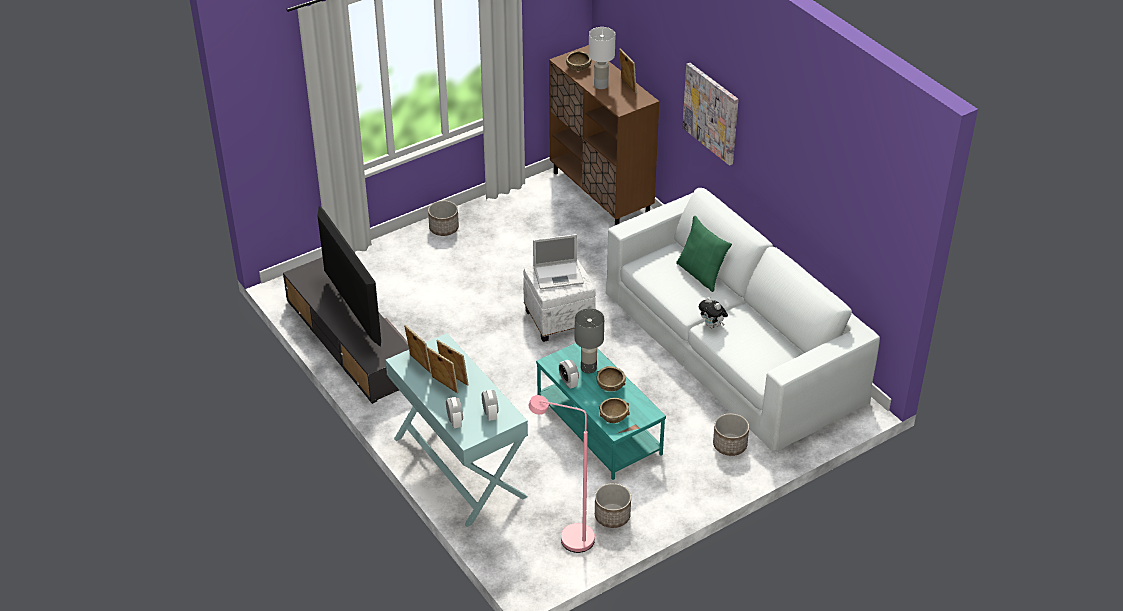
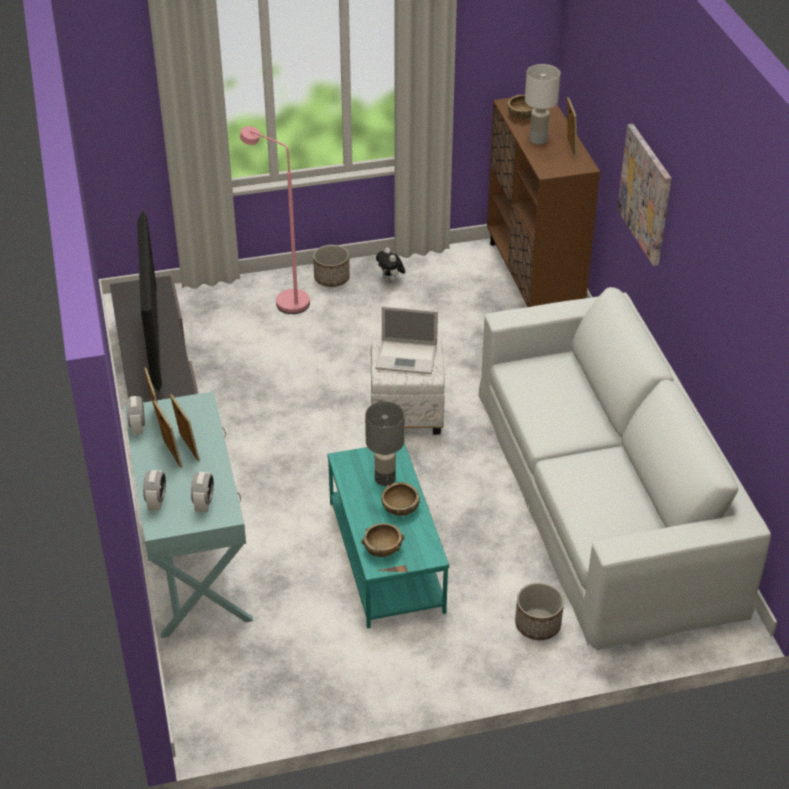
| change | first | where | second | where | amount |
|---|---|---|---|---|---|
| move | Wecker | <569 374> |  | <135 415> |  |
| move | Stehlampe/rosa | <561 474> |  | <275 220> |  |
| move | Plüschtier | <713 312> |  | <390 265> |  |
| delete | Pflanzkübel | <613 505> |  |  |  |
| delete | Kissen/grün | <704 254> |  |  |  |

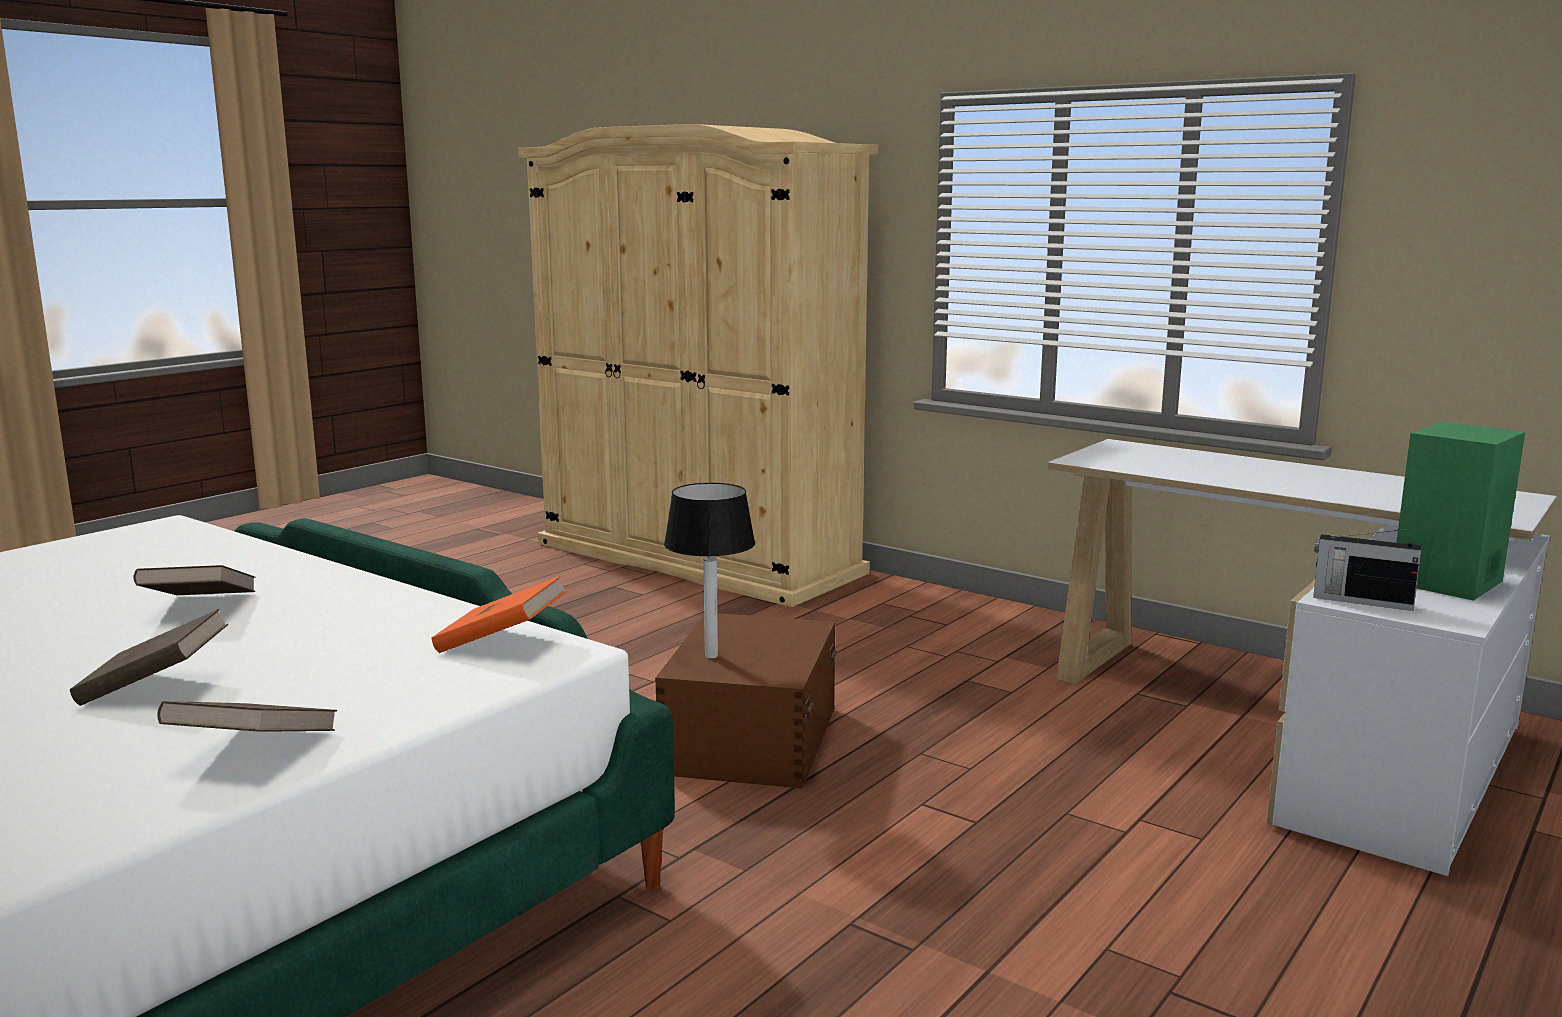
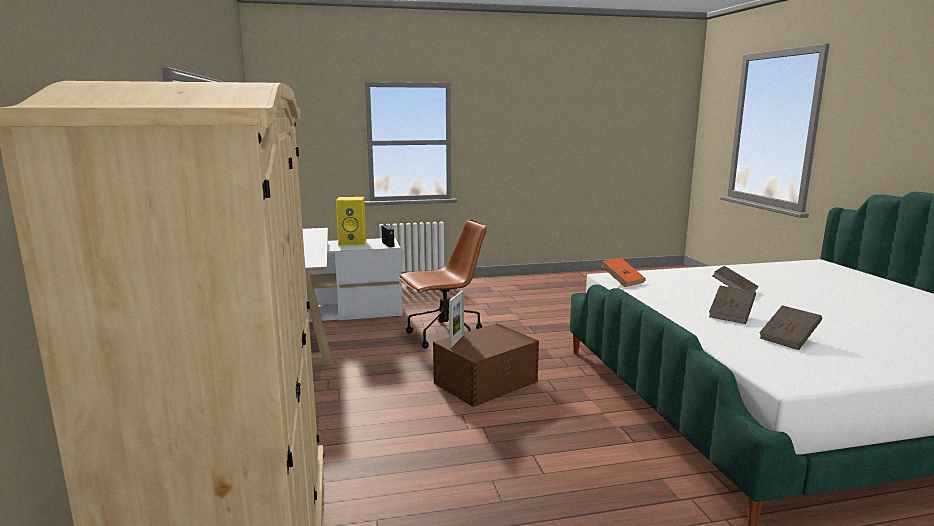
| change | first | where | second | where | amount |
|---|---|---|---|---|---|
| recolor | Lautsprecher/grün | <1460 511> | Lautsprecher/gelb | <351 221> |  |
| insert |  |  | Bürostuhl/braun | <442 284> |  |
| insert |  |  | Bilderrahmen | <456 319> |  |
| move | Buch/braun | <247 716> |  | <790 327> |  |
| delete | Tischlampe | <709 570> |  |  |  |

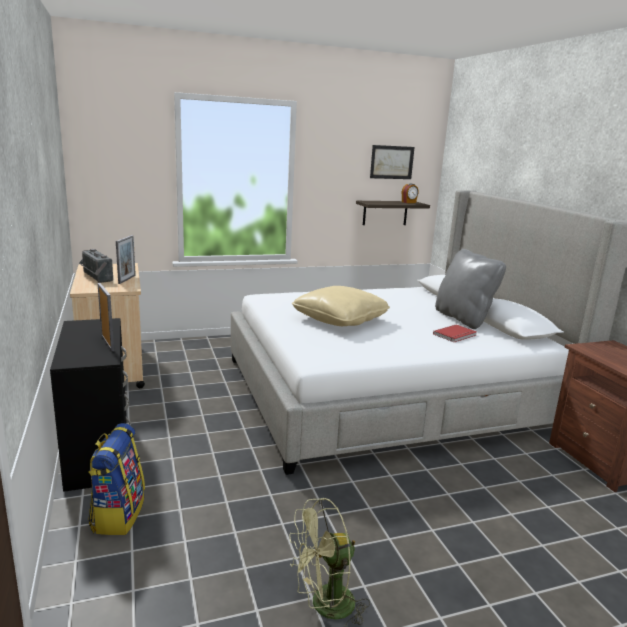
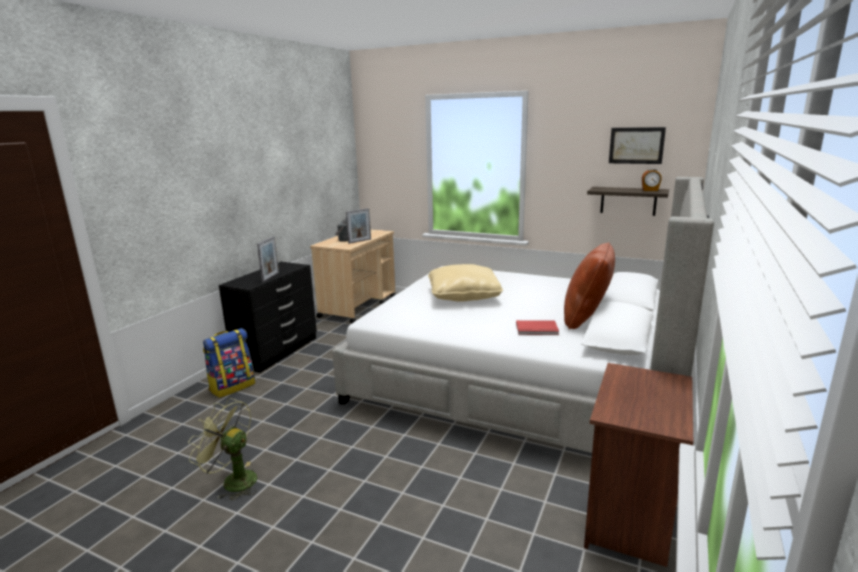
| change | first | where | second | where | amount |
|---|---|---|---|---|---|
| recolor | Kissen/grau | <470 289> | Kissen/braun | <589 286> |  |

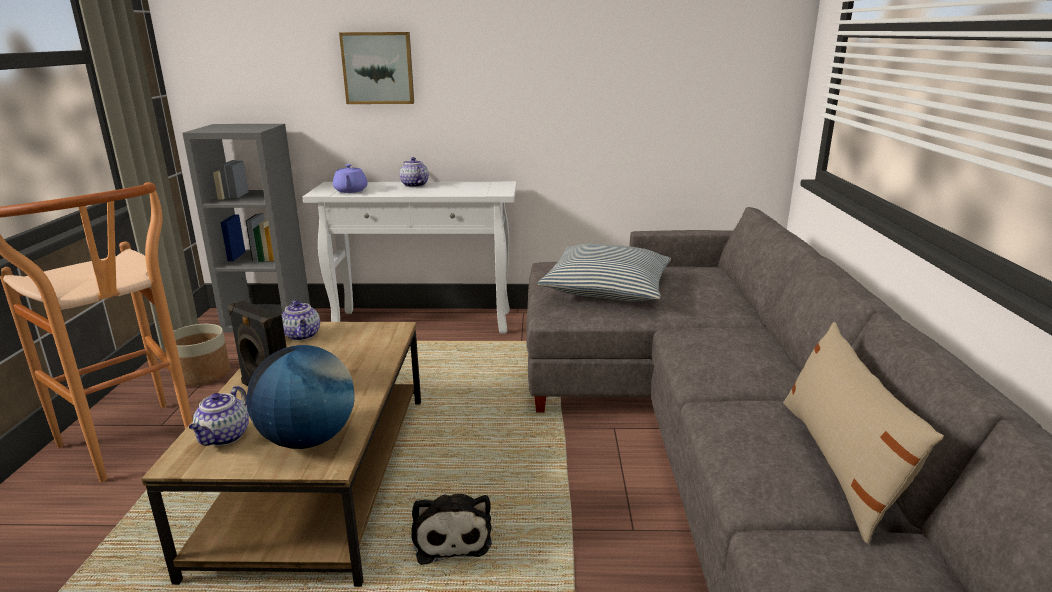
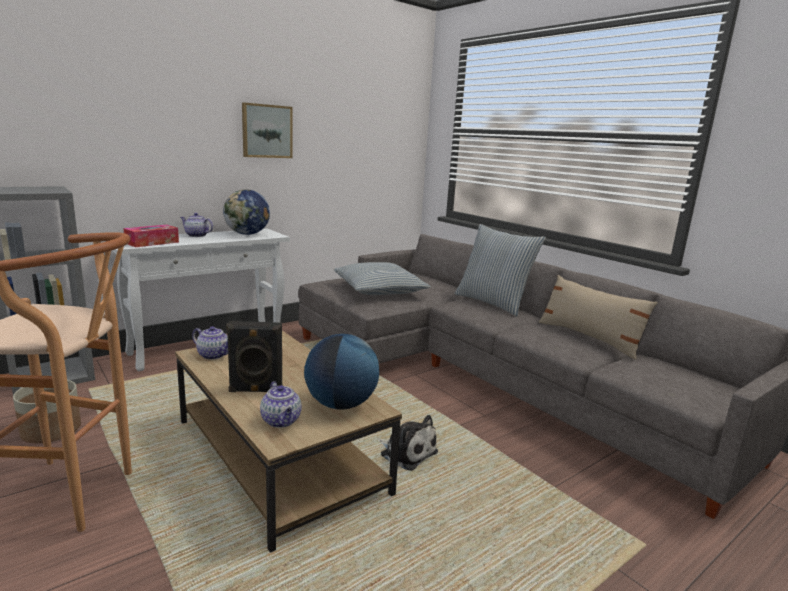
| change | first | where | second | where | amount |
|---|---|---|---|---|---|
| replace | Teekanne/lila | <350 178> | Taschentuchbox | <151 236> |  |
| insert |  |  | Globus | <246 212> |  |
| move | Bild | <376 68> |  | <267 130> |  |
| insert |  |  | Kissen | <500 270> |  |

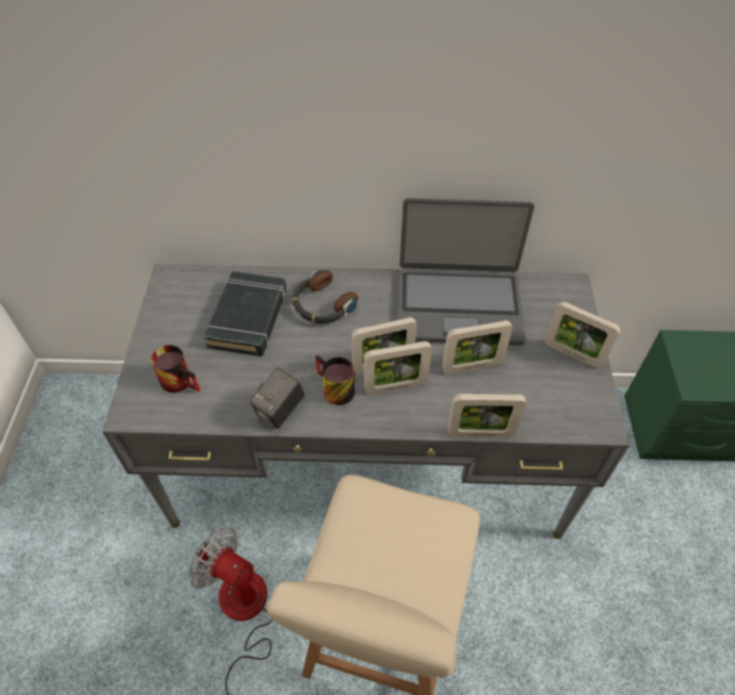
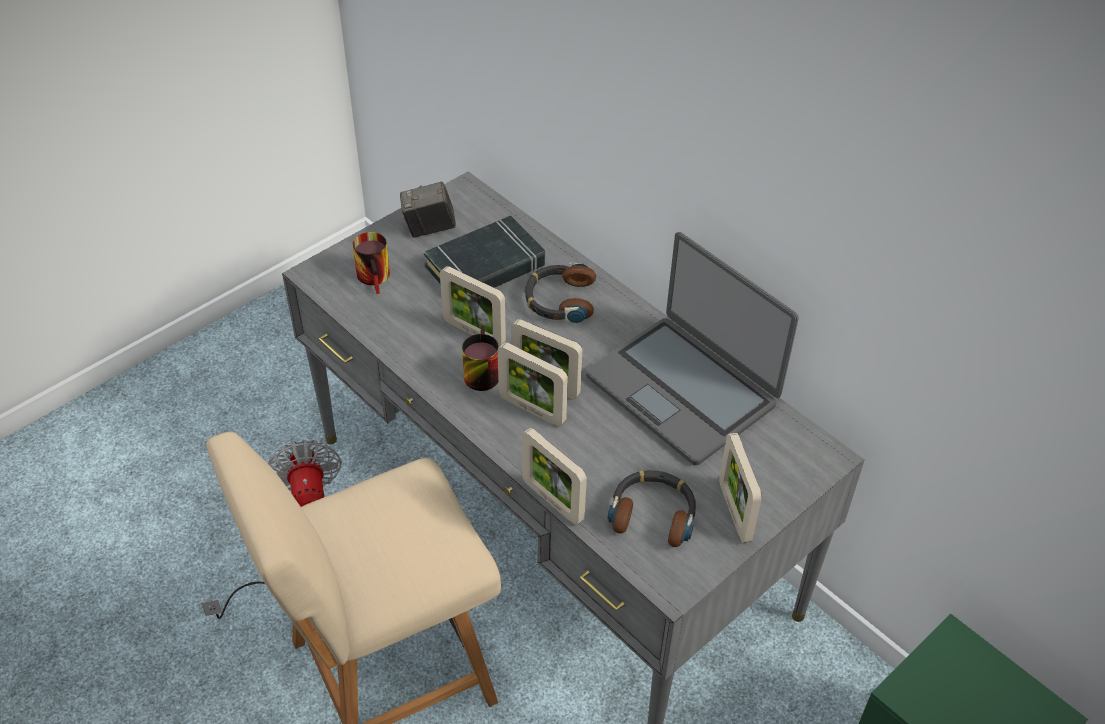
| change | first | where | second | where | amount |
|---|---|---|---|---|---|
| move | Kamera | <277 398> |  | <428 210> |  |
| move | Bilderrahmen | <477 347> |  | <473 306> |  |
| insert |  |  | Kopfhörer | <652 508> |  |

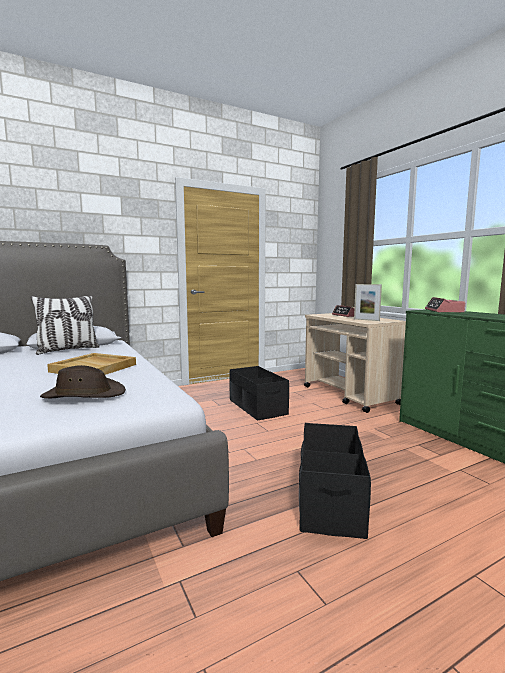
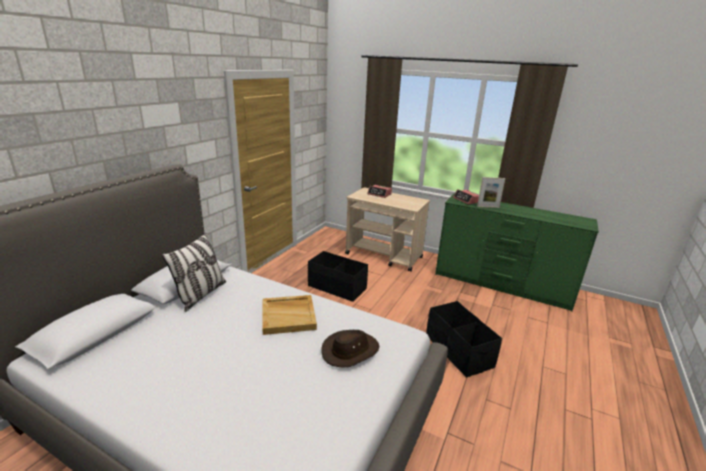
| change | first | where | second | where | amount |
|---|---|---|---|---|---|
| move | Bilderrahmen | <368 302> |  | <491 192> |  |

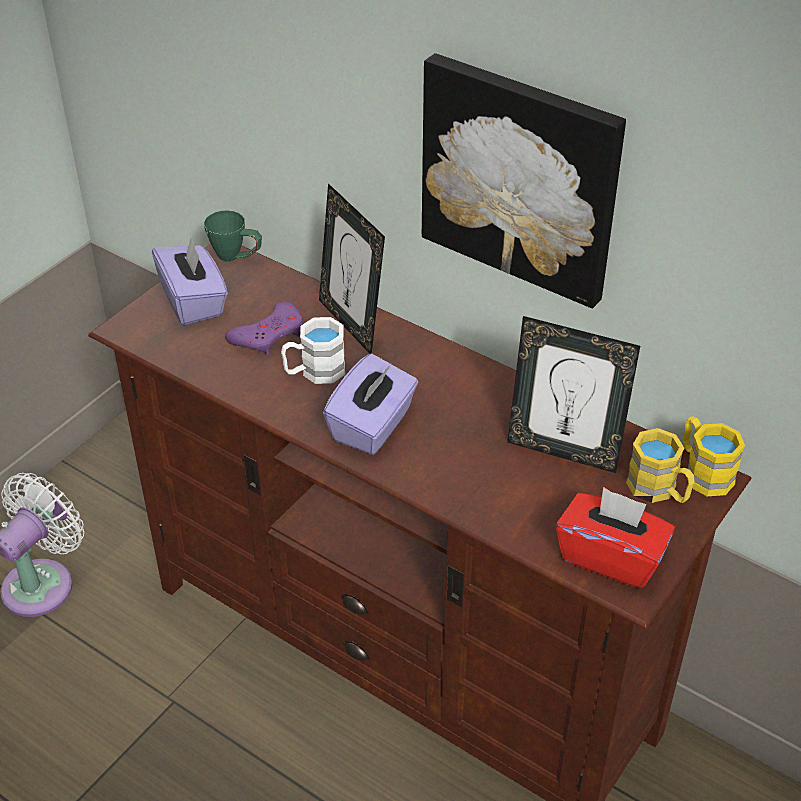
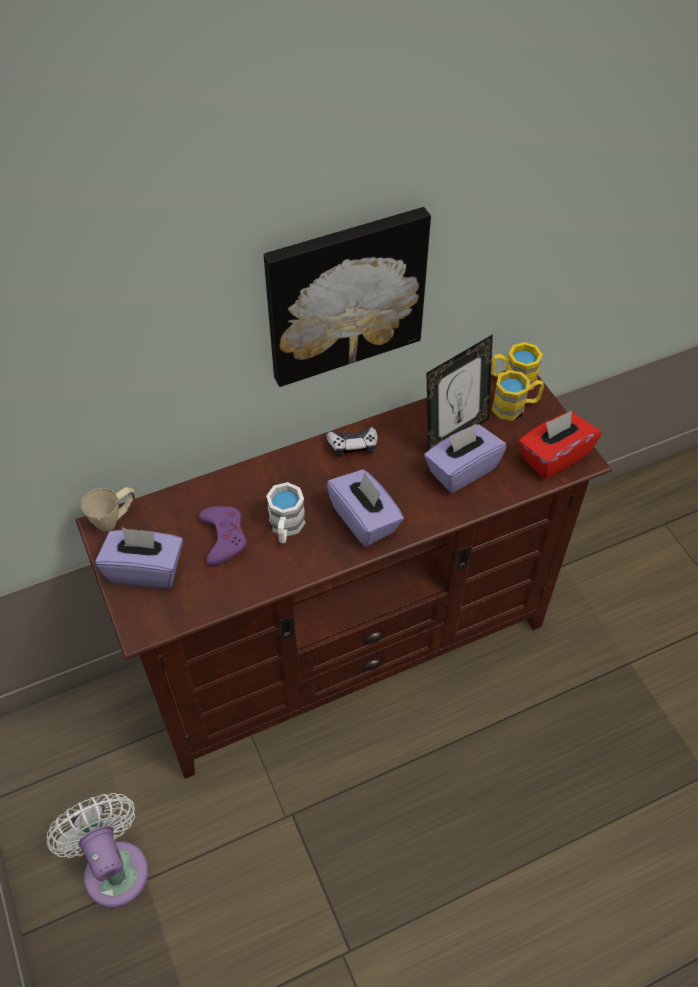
| change | first | where | second | where | amount |
|---|---|---|---|---|---|
| recolor | Henkelbecher/grün | <233 236> | Henkelbecher/beige | <108 509> |  |
| insert |  |  | Gamepad | <352 442> |  |
| insert |  |  | Taschentuchbox/lila | <465 458> |  |
| delete | Bilderrahmen | <352 268> |  |  |  |

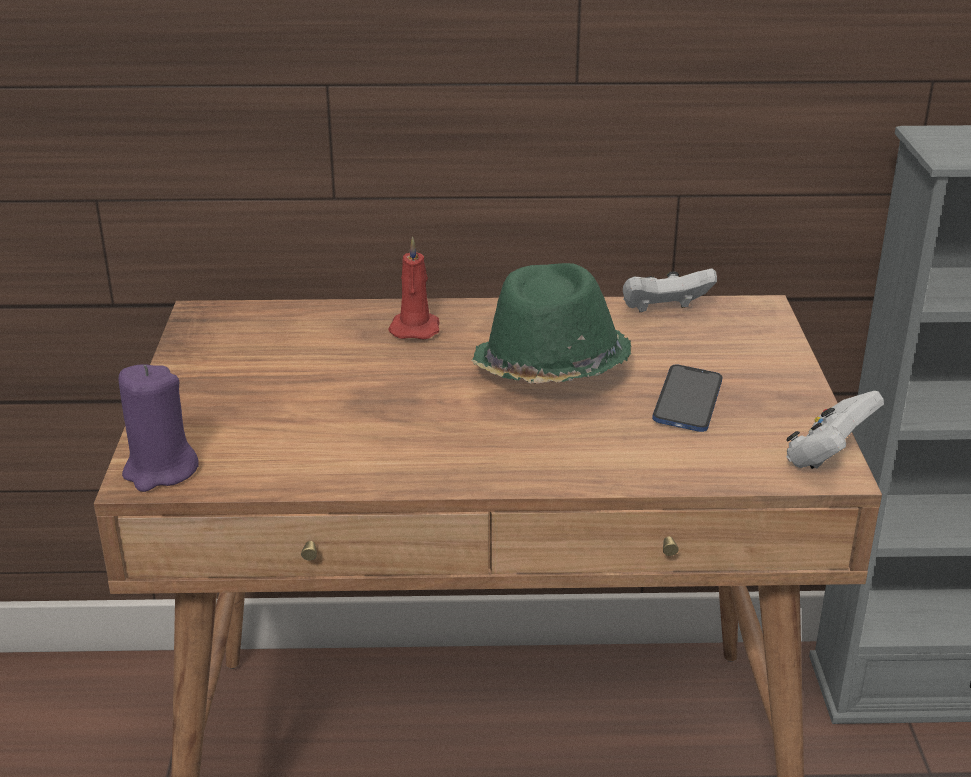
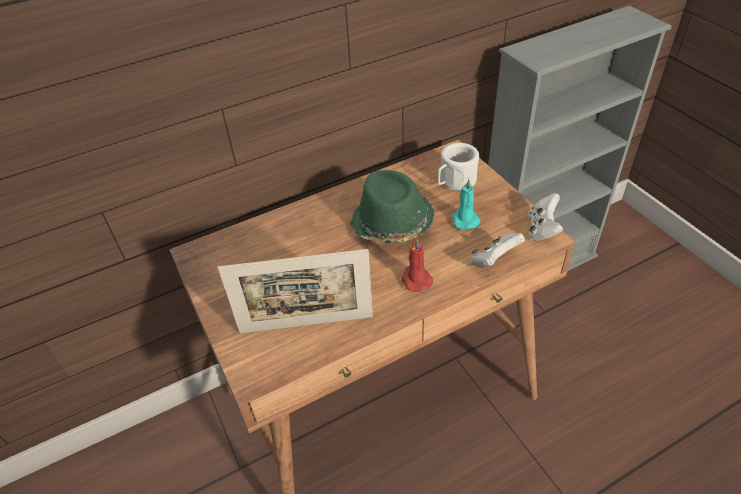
| change | first | where | second | where | amount |
|---|---|---|---|---|---|
| insert |  |  | Bilderrahmen | <295 291> |  |
| move | Kerze/rot | <414 288> |  | <417 265> |  |
| insert |  |  | Henkelbecher/weiß | <458 167> |  |
| replace | Handy | <687 398> | Kerze/türkis | <466 204> |  |
| move | Gamepad/weiß | <670 290> |  | <498 250> |  |
| delete | Kerze/lila | <159 428> |  |  |  |

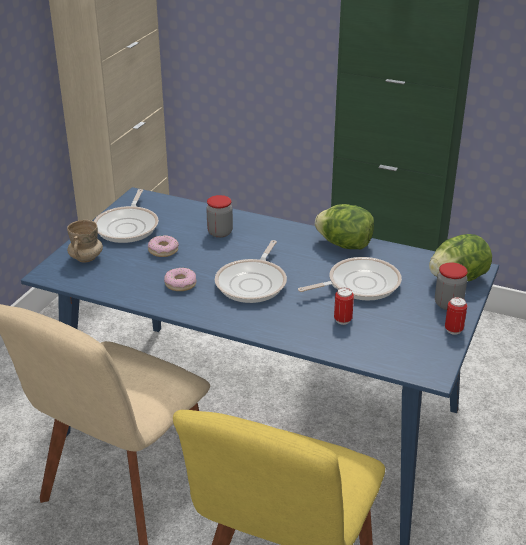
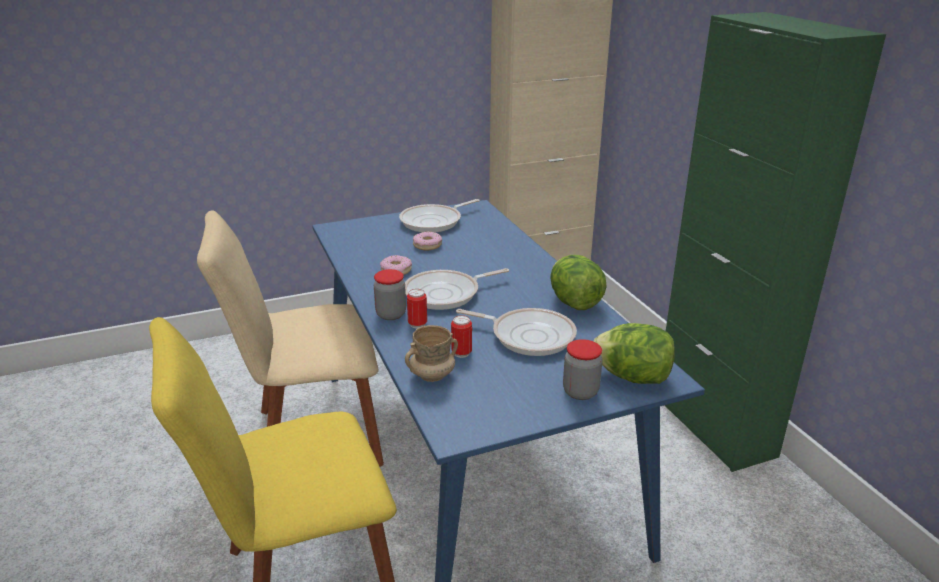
| change | first | where | second | where | amount |
|---|---|---|---|---|---|
| move | Vorratsglas | <219 216> |  | <390 294> |  |
| move | Henkelbecher/beige | <85 241> |  | <431 353> |  |
| move | Dose | <456 316> |  | <417 309> |  |

